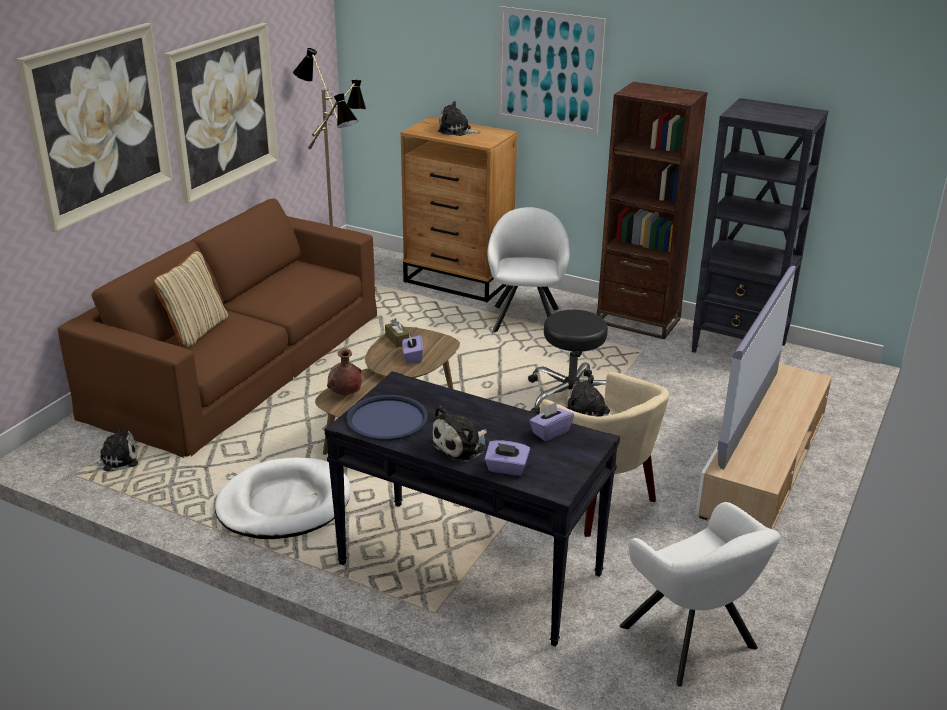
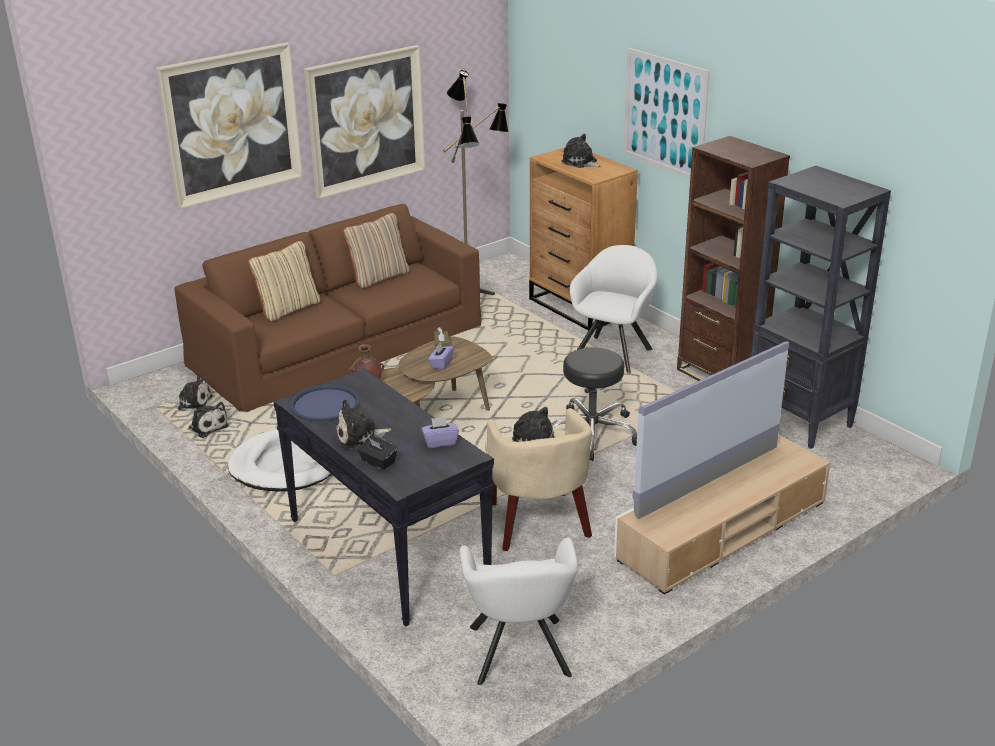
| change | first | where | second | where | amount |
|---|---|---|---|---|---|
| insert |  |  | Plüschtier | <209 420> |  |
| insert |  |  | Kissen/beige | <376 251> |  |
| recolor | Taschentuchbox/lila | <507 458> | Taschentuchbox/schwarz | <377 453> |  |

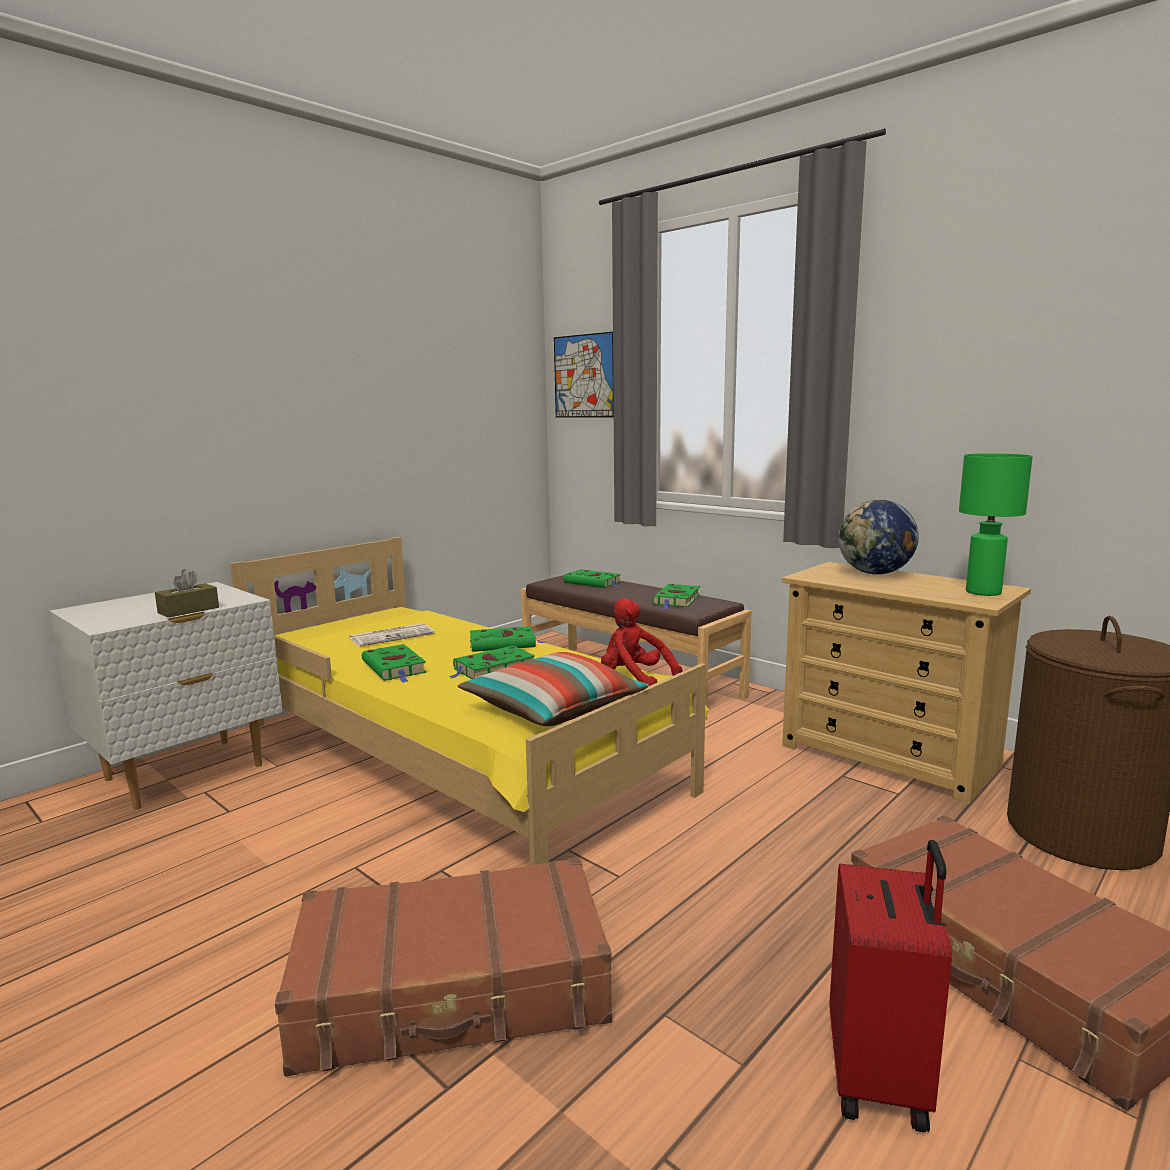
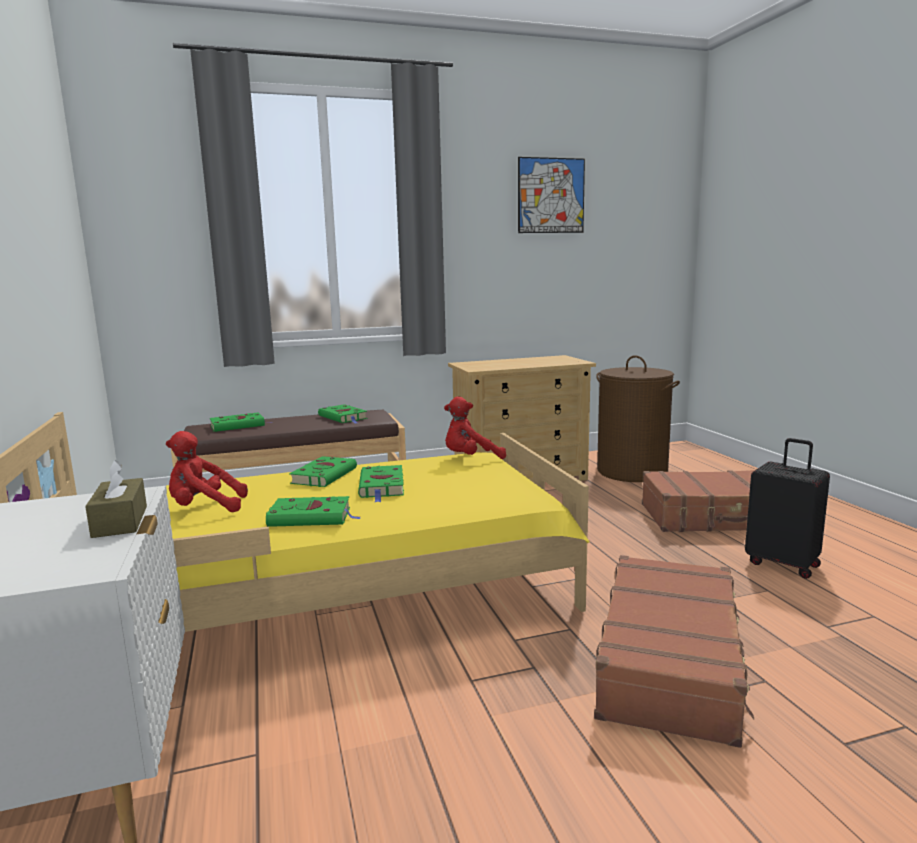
| change | first | where | second | where | amount |
|---|---|---|---|---|---|
| replace | Zeitung | <392 635> | Plüschtier/rot | <207 471> |  |
| move | Bild | <584 375> |  | <551 195> |  |
| recolor | Koffer/rot | <891 986> | Koffer/schwarz | <787 508> |  |
| delete | Kissen | <553 689> |  |  |  |
| delete | Globus | <878 537> |  |  |  |
| delete | Tischlampe/grün | <996 524> |  |  |  |

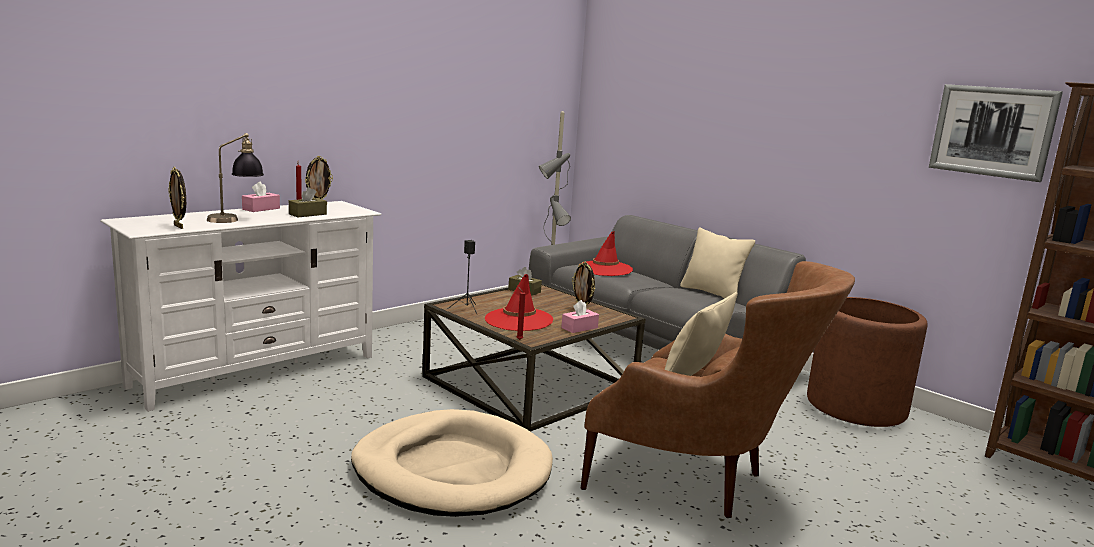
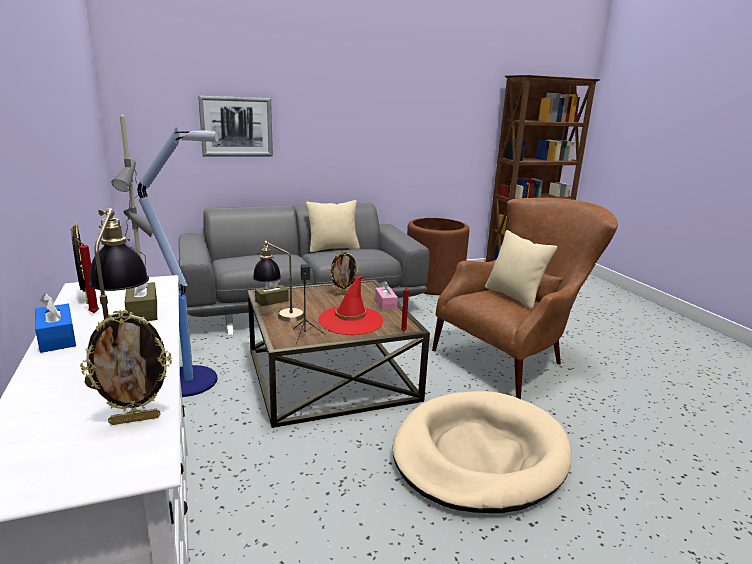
| change | first | where | second | where | amount |
|---|---|---|---|---|---|
| recolor | Taschentuchbox/rosa | <261 197> | Taschentuchbox/blau | <55 323> |  |
| insert |  |  | Stehlampe | <178 262> |  |
| move | Bild | <996 133> |  | <235 126> |  |
| insert |  |  | Tischlampe | <278 281> |  |
| delete | Hut/rot | <606 253> |  |  |  |

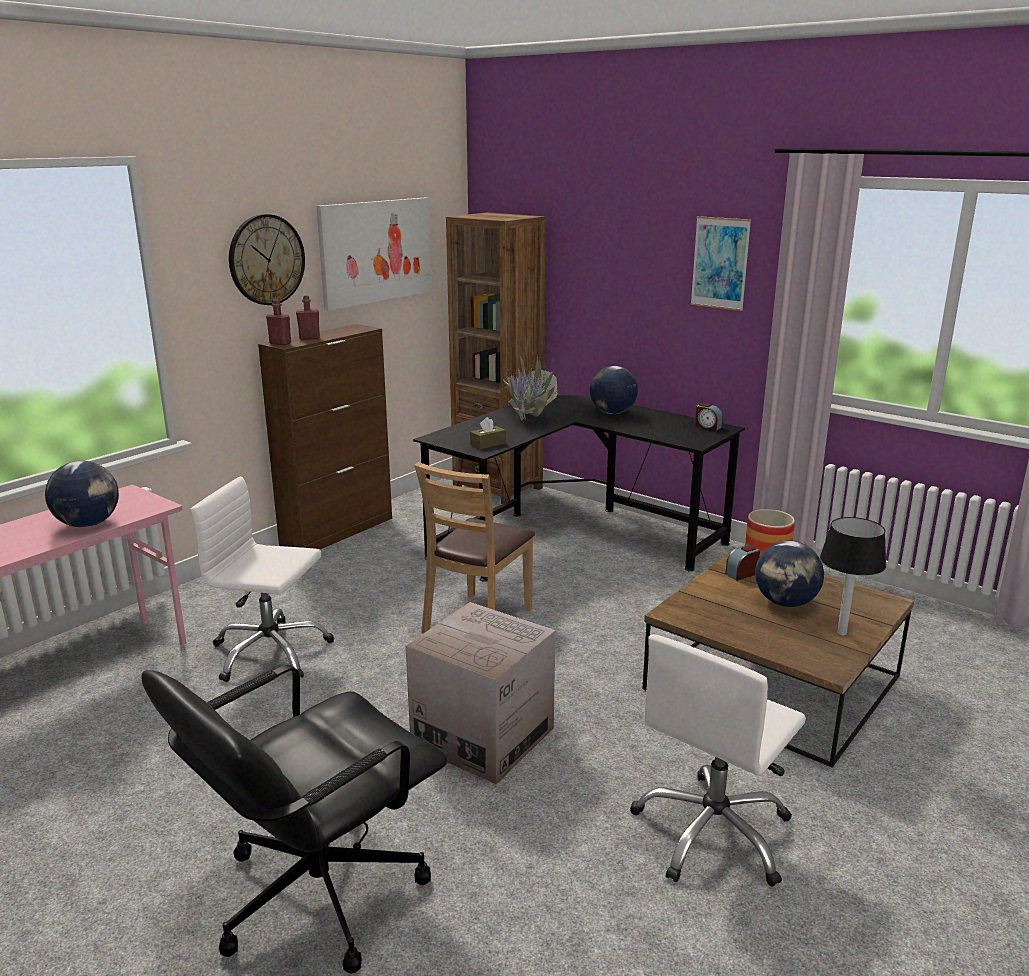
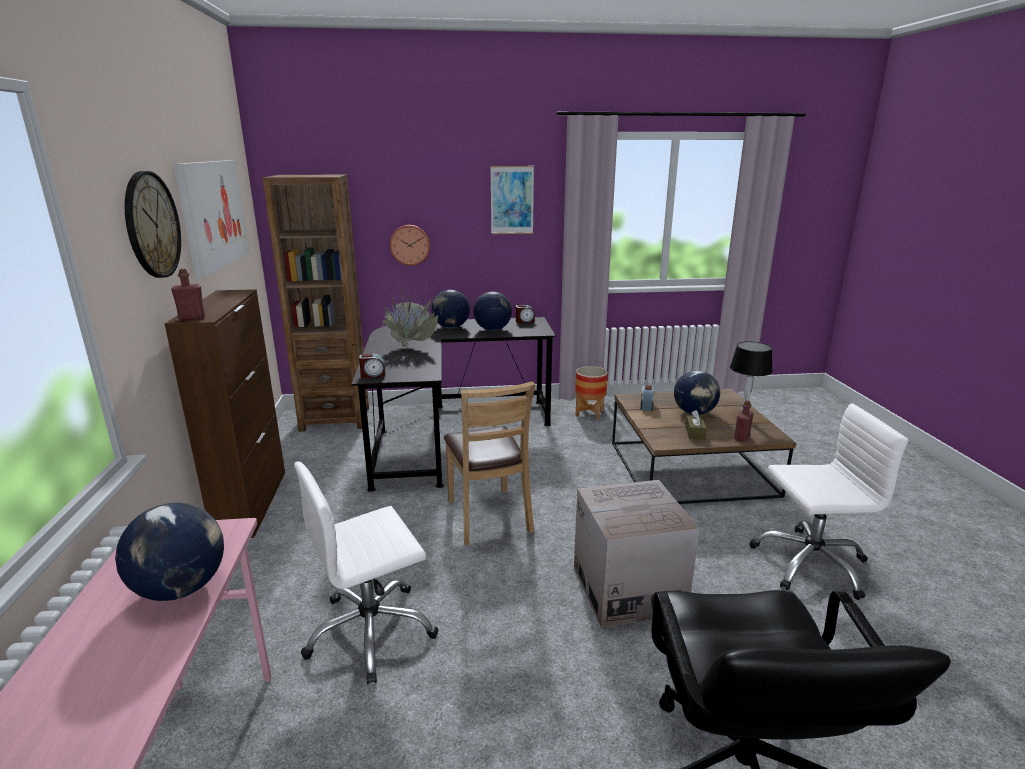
| change | first | where | second | where | amount |
|---|---|---|---|---|---|
| insert |  |  | Wecker | <372 366> |  |
| insert |  |  | Wanduhr | <410 245> |  |
| insert |  |  | Globus | <492 311> |  |
| move | Taschentuchbox/braun | <488 433> |  | <696 425> |  |
| move | Flasche/rot | <308 317> |  | <744 421> |  |
| rotate | Bürostuhl/weiß | <718 760> |  | <829 501> | 90 degrees counterclockwise |

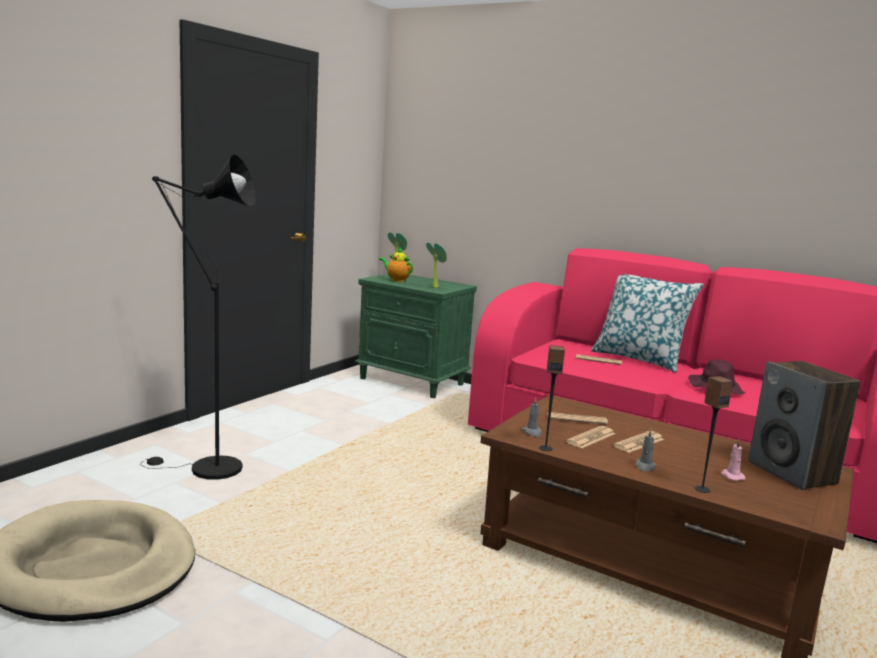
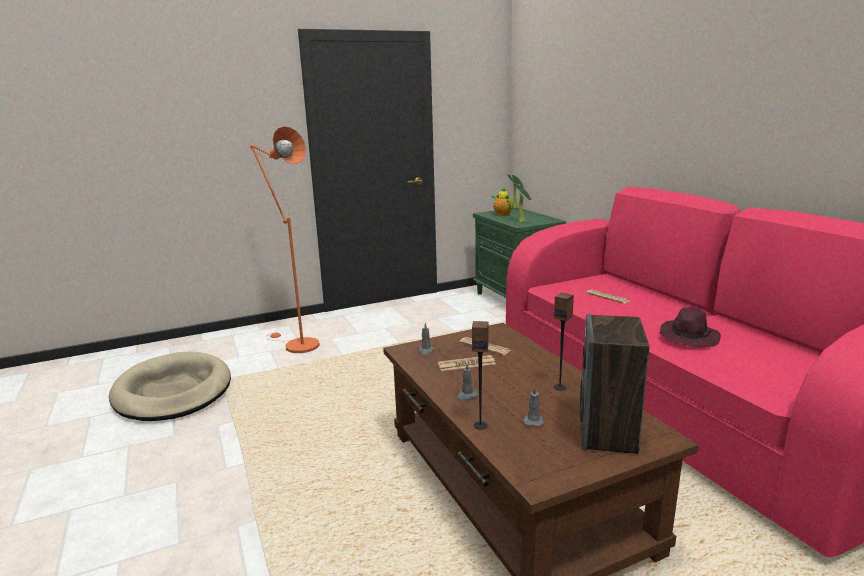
| change | first | where | second | where | amount |
|---|---|---|---|---|---|
| recolor | Stehlampe/schwarz | <198 317> | Stehlampe/orange | <285 239> |  |
| recolor | Kerze/rosa | <733 459> | Kerze/grau | <533 406> |  |
| move | Lautsprecher | <552 398> |  | <564 342> |  |
| delete | Kissen | <647 323> |  |  |  |
| delete | Zeitung | <638 442> |  |  |  |

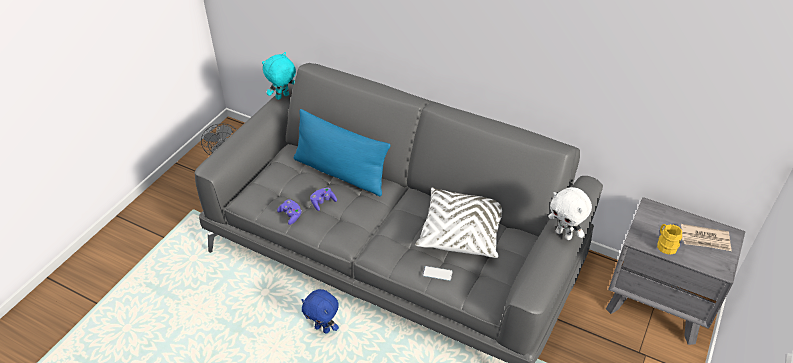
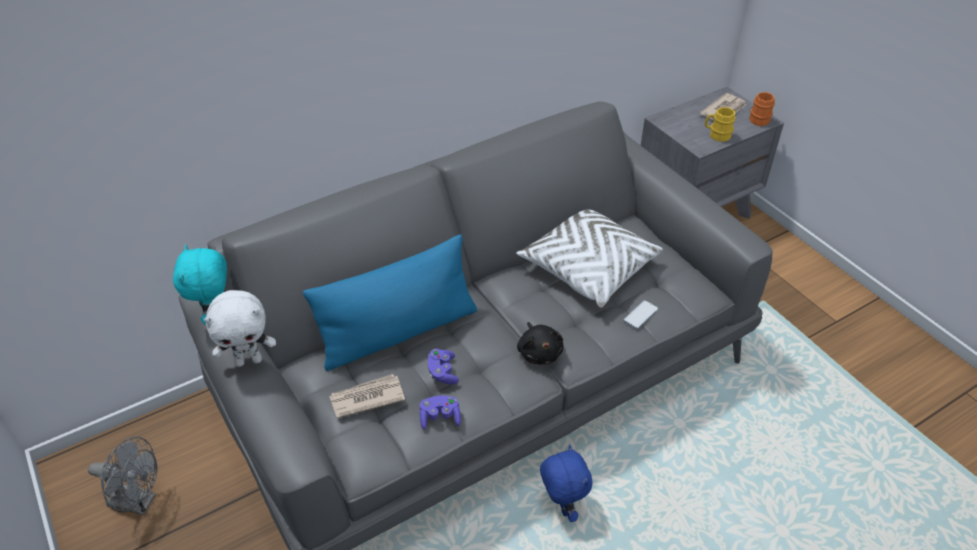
| change | first | where | second | where | amount |
|---|---|---|---|---|---|
| move | Plüschtier/weiß | <570 213> |  | <240 328> |  |
| insert |  |  | Zeitung | <367 396> |  |
| insert |  |  | Plüschtier/schwarz | <540 343> |  |
| rotate | Plüschtier/blau | <320 311> |  | <566 483> | 75 degrees counterclockwise |
| insert |  |  | Henkelbecher/orange | <762 109> |  |

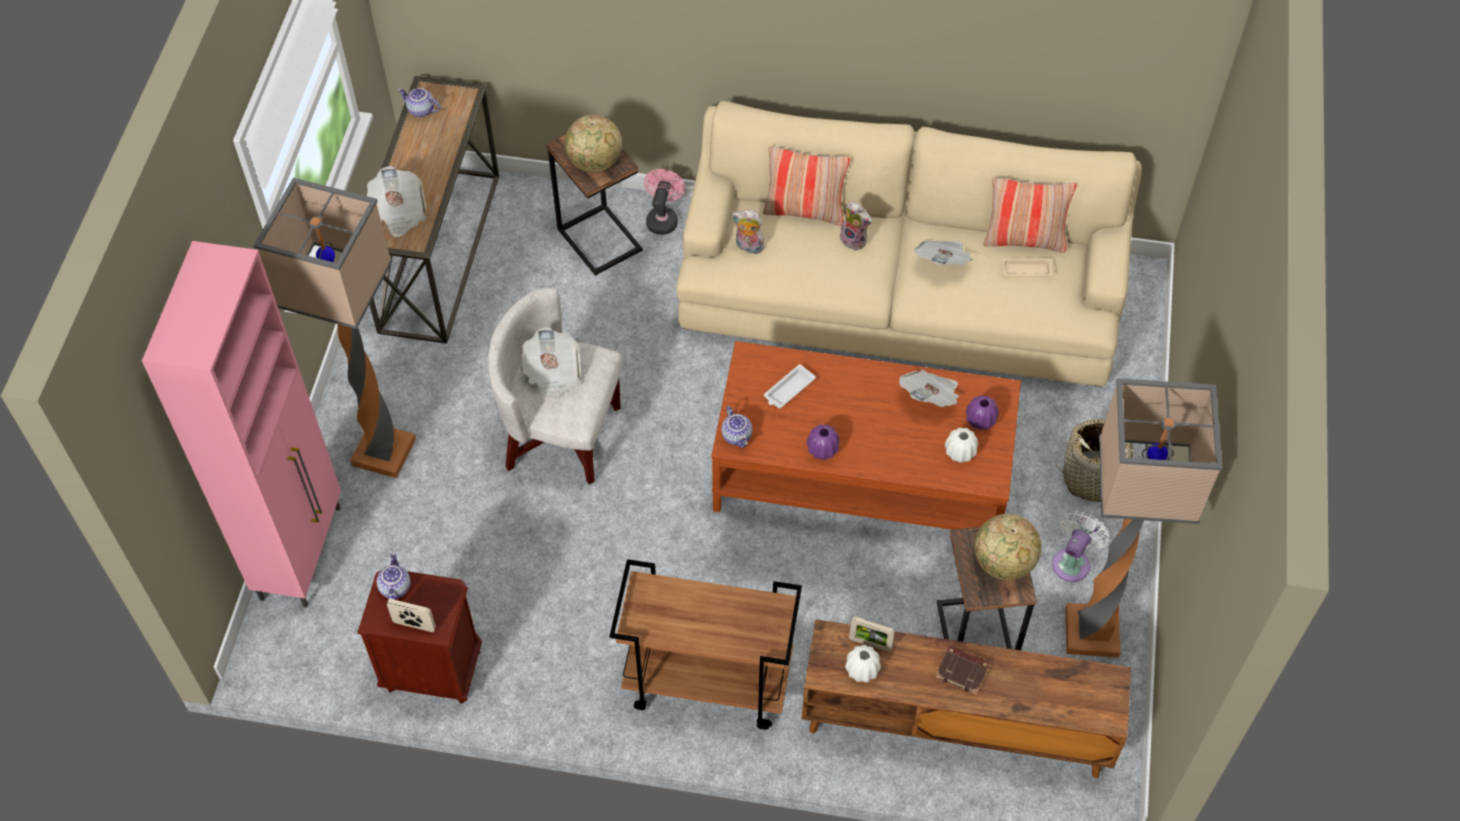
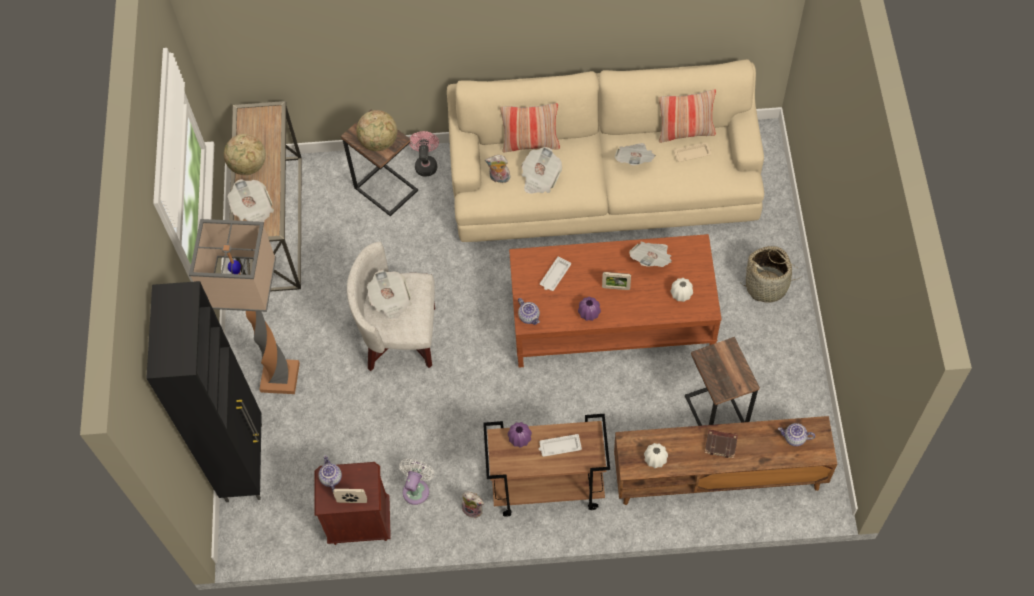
| change | first | where | second | where | amount |
|---|---|---|---|---|---|
| recolor | Schrank/rosa | <241 424> | Schrank/schwarz | <204 391> |  |
| move | Globus | <1008 547> |  | <245 154> |  |
| move | Ventilator/weiß | <1081 546> |  | <416 482> |  |
| move | Plüschtier | <856 226> |  | <473 505> |  |
| move | Vase/lila | <982 412> |  | <520 435> |  |
| insert |  |  | Zeitung | <541 170> |  |
| insert |  |  | Tablett/weiß | <560 445> |  |
| move | Bilderrahmen | <872 634> |  | <616 281> |  |
| move | Teekanne | <419 102> |  | <796 434> |  |
| delete | Stehlampe | <1144 518> |  |  |  |

